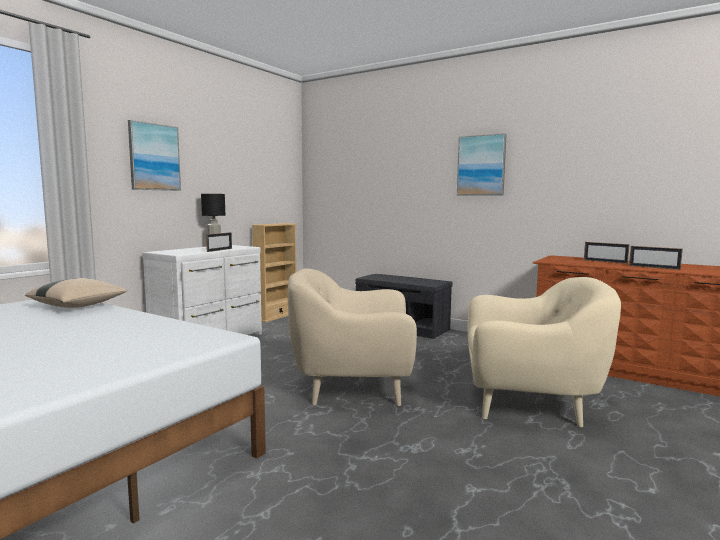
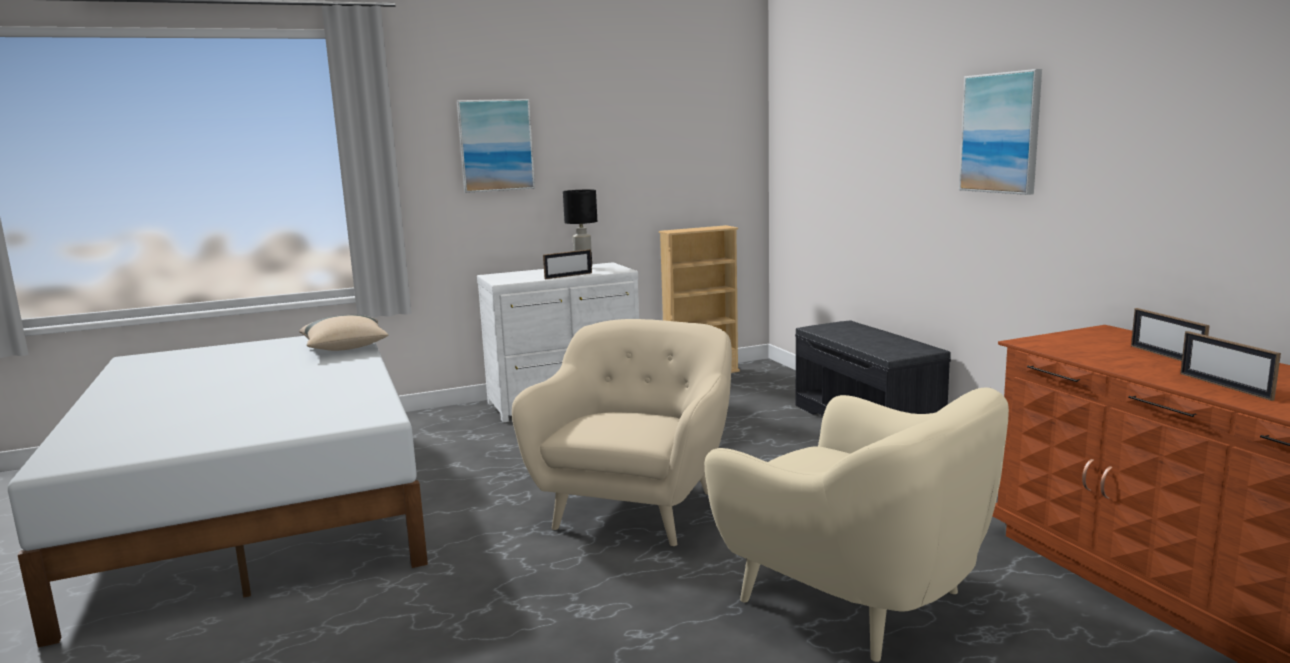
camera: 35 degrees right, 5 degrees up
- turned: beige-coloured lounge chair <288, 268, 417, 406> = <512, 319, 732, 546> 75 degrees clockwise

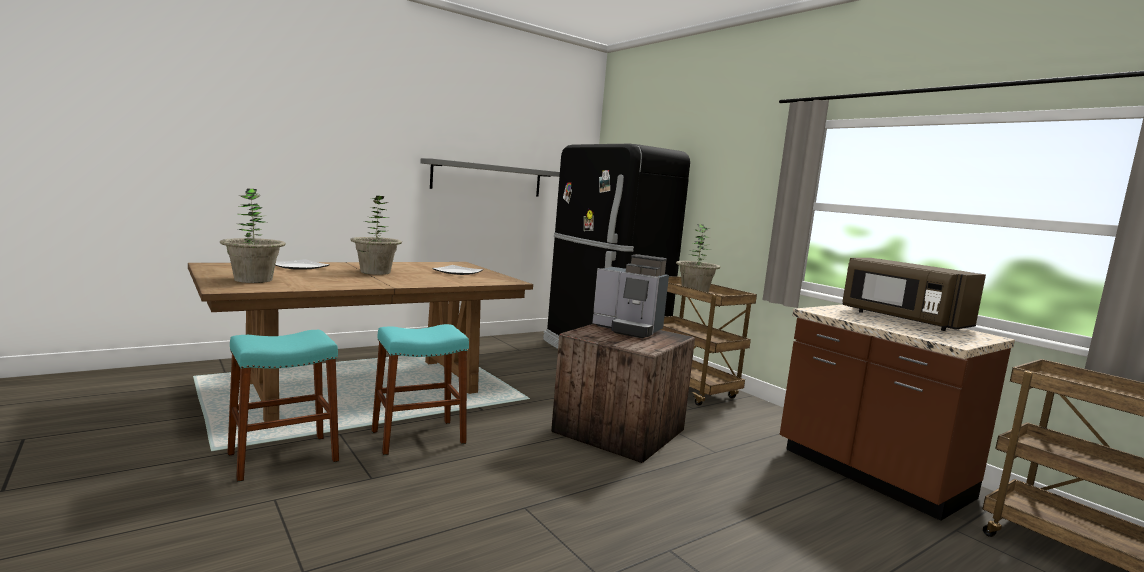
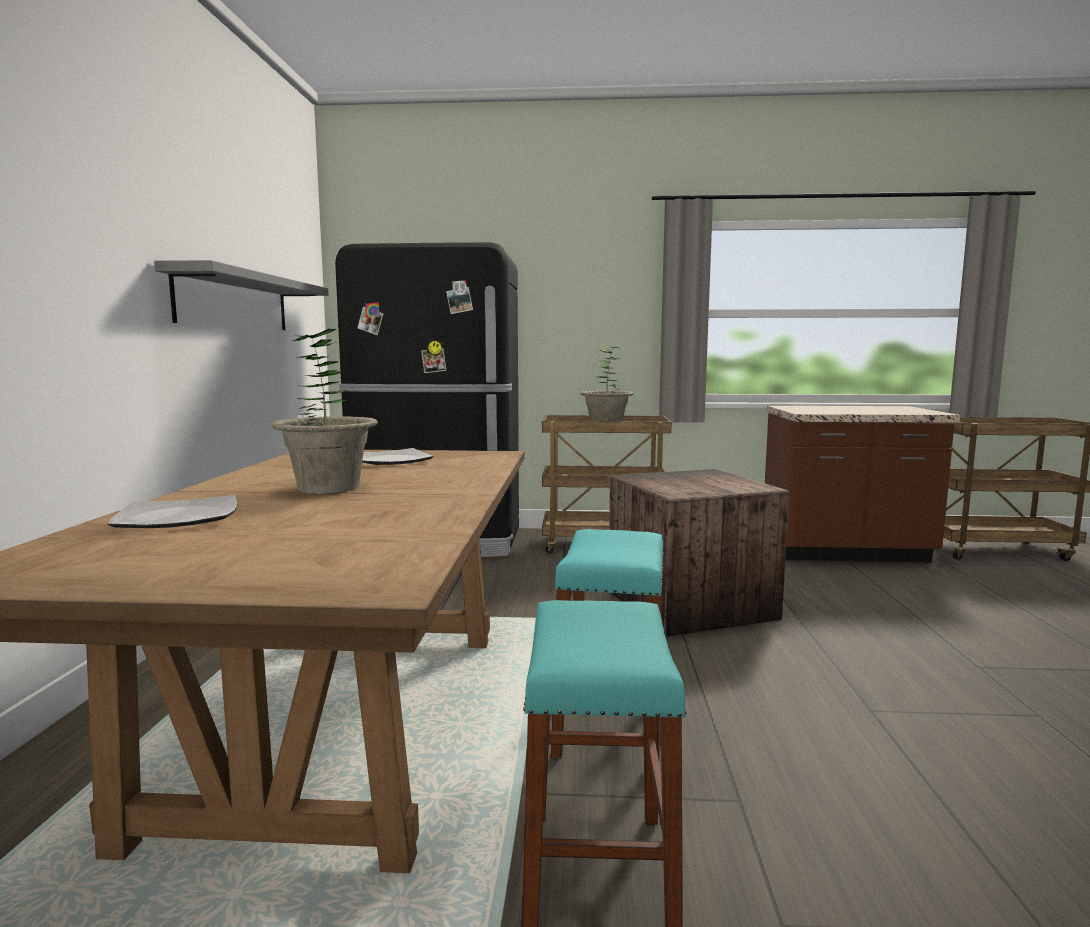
camera: 50 degrees left, 0 degrees up
- removed: potted plant <220, 189, 286, 283>
- removed: coffee maker <592, 254, 669, 339>
- removed: brown kitchen microwave <842, 258, 986, 331>

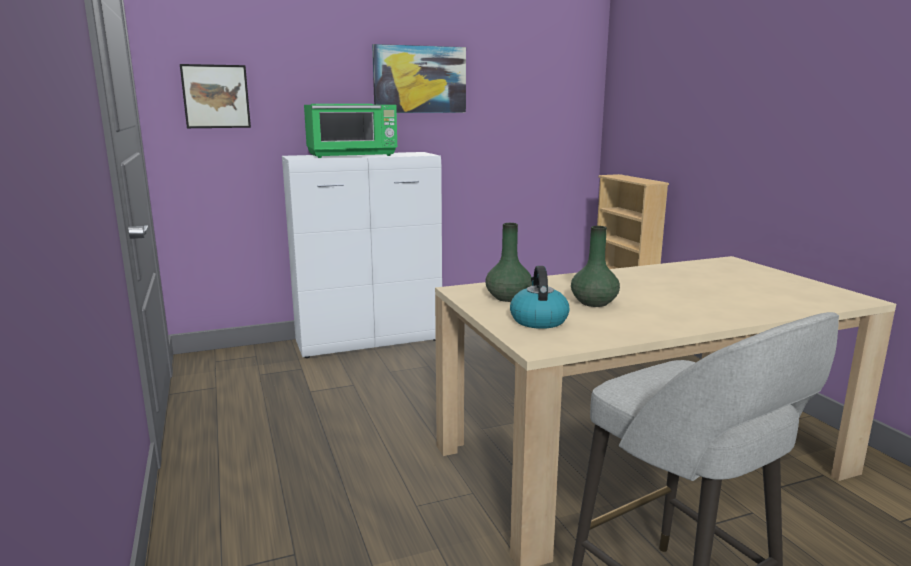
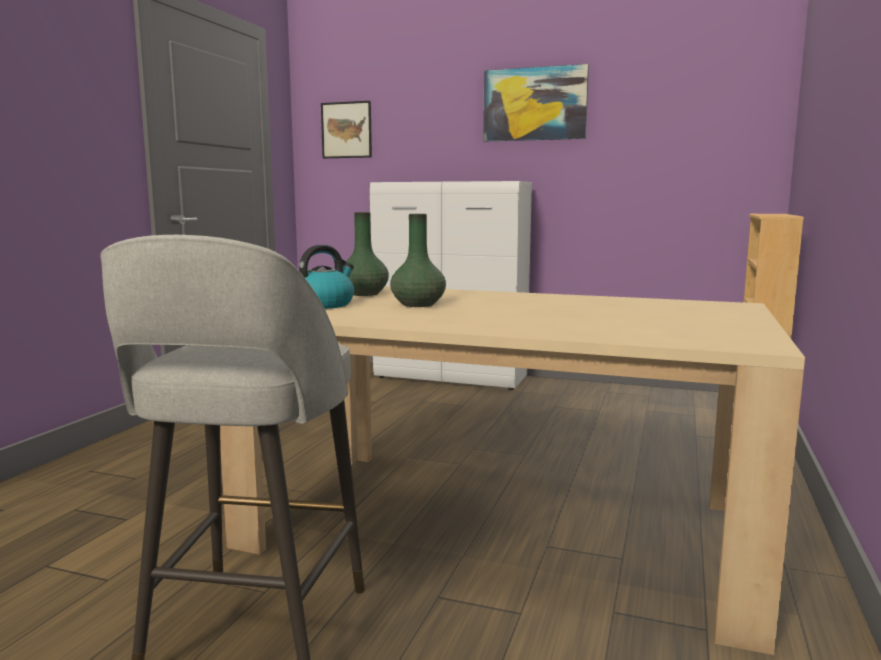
camera: 40 degrees right, 5 degrees down
- removed: greenish kitchen microwave <304, 104, 397, 158>

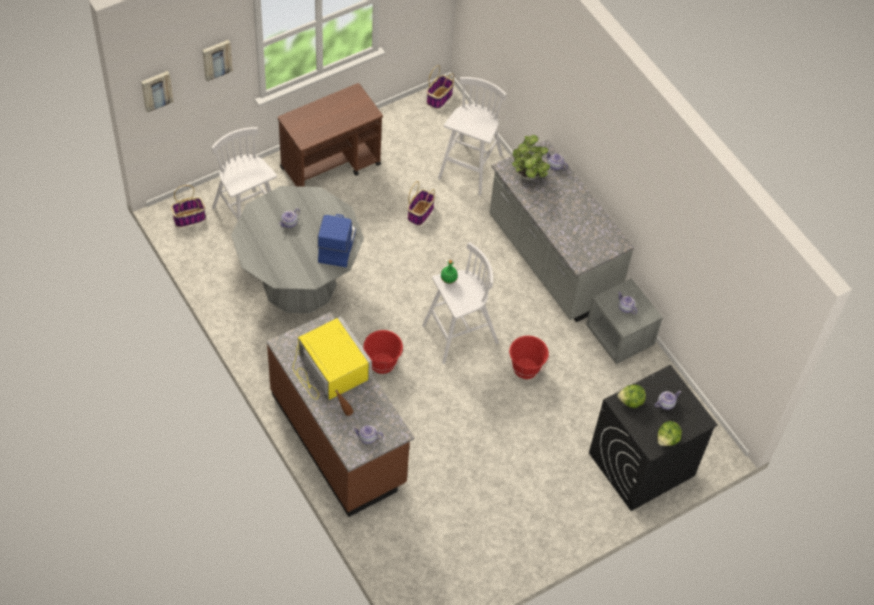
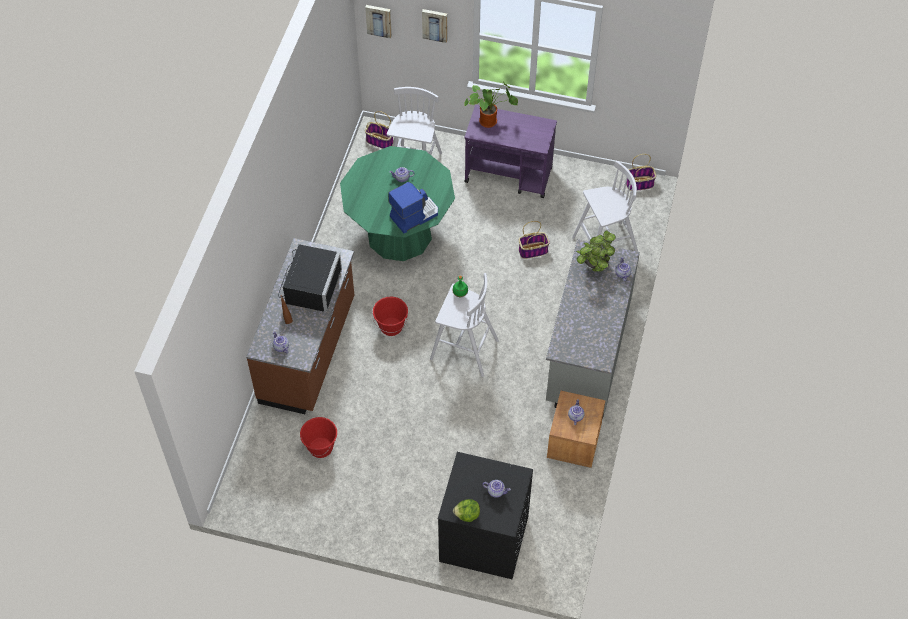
camera: 50 degrees right, 0 degrees up
- removed: head of lettuce <618, 385, 646, 408>
- added: potted plant <465, 81, 518, 128>
- moved: reddish water bucket <508, 336, 549, 379> to <300, 417, 337, 458>
- recoloured: greyish dining table <231, 186, 364, 313> to greenish dining table <340, 146, 455, 261>
- recoloured: brown cart <278, 83, 383, 187> to purple-coloured cart <465, 105, 557, 198>
- recoloured: yellow kitchen microwave <293, 316, 372, 400> to black-coloured kitchen microwave <279, 244, 342, 312>
- recoloured: greyish nightstand <586, 278, 663, 364> to brown nightstand <547, 391, 606, 468>

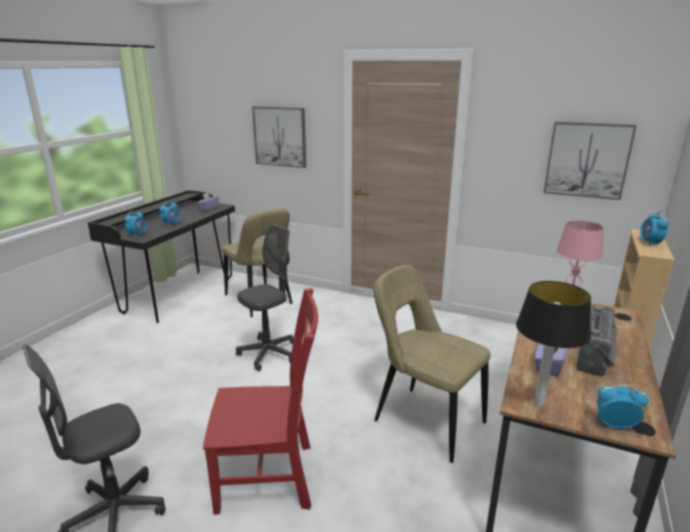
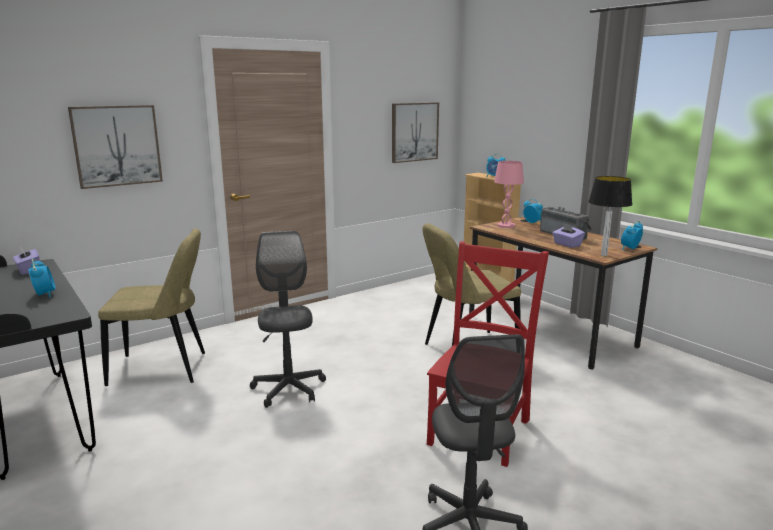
camera: 60 degrees left, 5 degrees down
- moved: bedside clock <125, 210, 147, 238> to <523, 199, 543, 223>

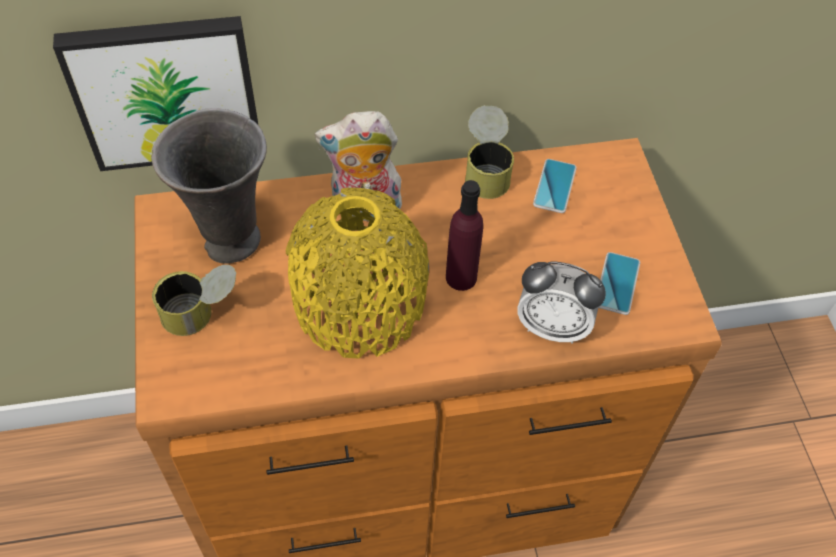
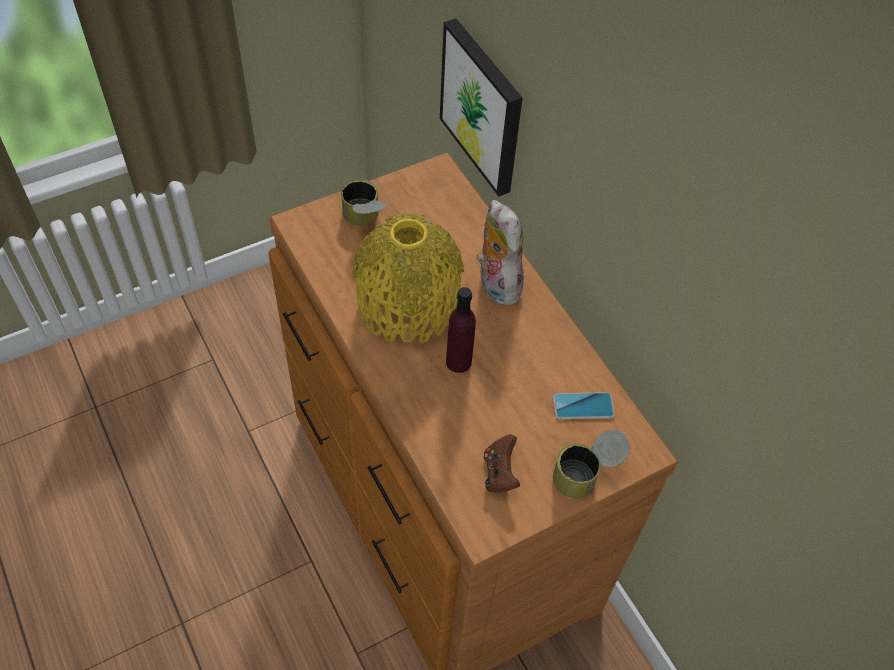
camera: 70 degrees right, 0 degrees up
- removed: greyish flower vase <151, 108, 267, 264>
- removed: bedside clock <517, 261, 606, 344>
- moved: metal can <465, 105, 514, 199> to <553, 430, 630, 498>
- replaced: telephone <598, 252, 640, 315> to brown joypad <484, 434, 520, 492>

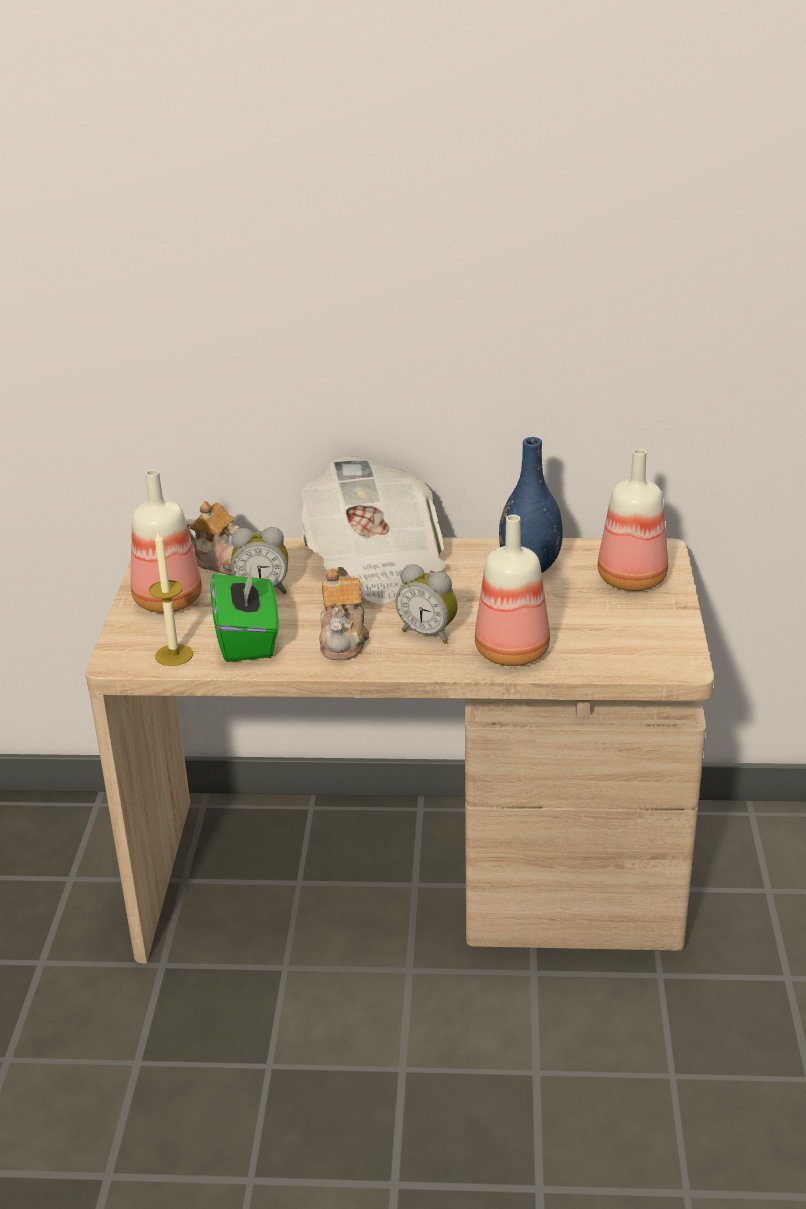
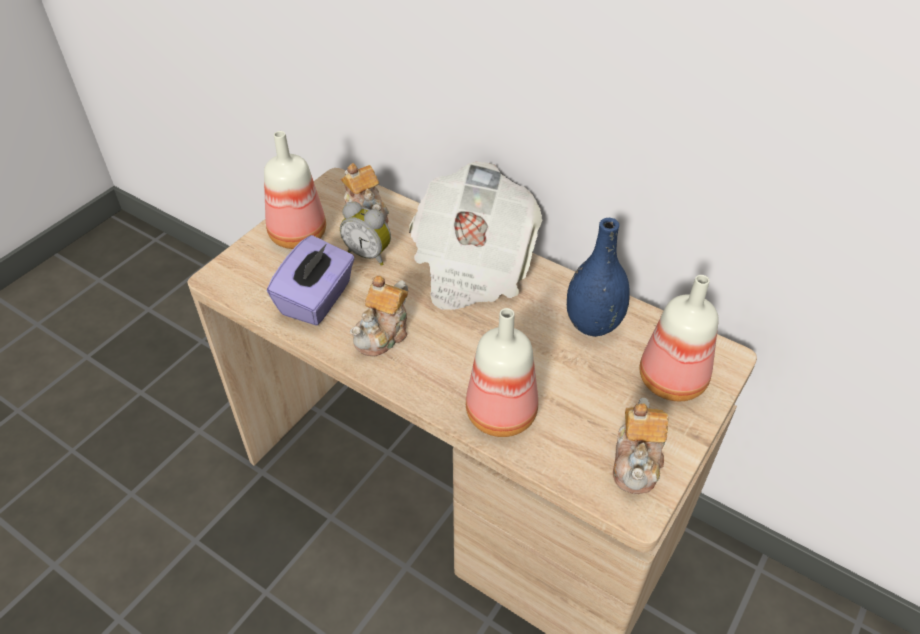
camera: 30 degrees right, 15 degrees up
- removed: candle <149, 532, 193, 666>
- removed: bedside clock <395, 564, 458, 644>
- added: pot for tea <613, 398, 668, 494>
- recoloured: greenish tissue box <210, 565, 279, 662> to purple-coloured tissue box <267, 235, 355, 326>

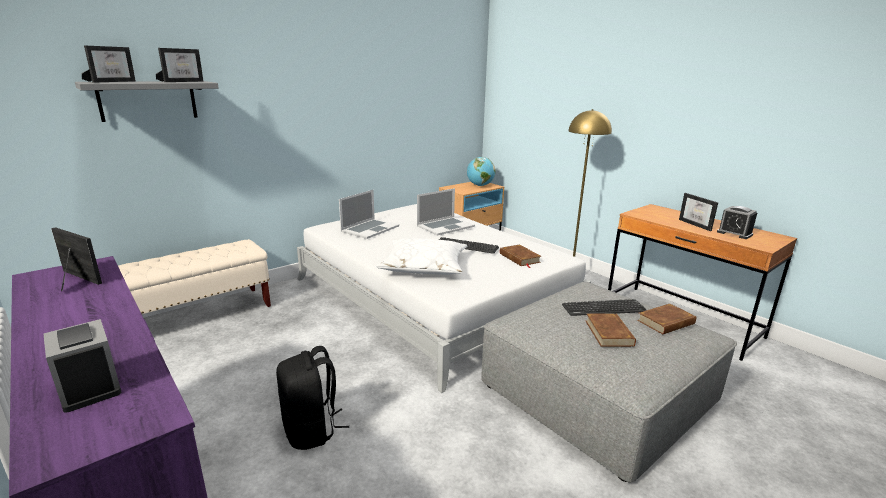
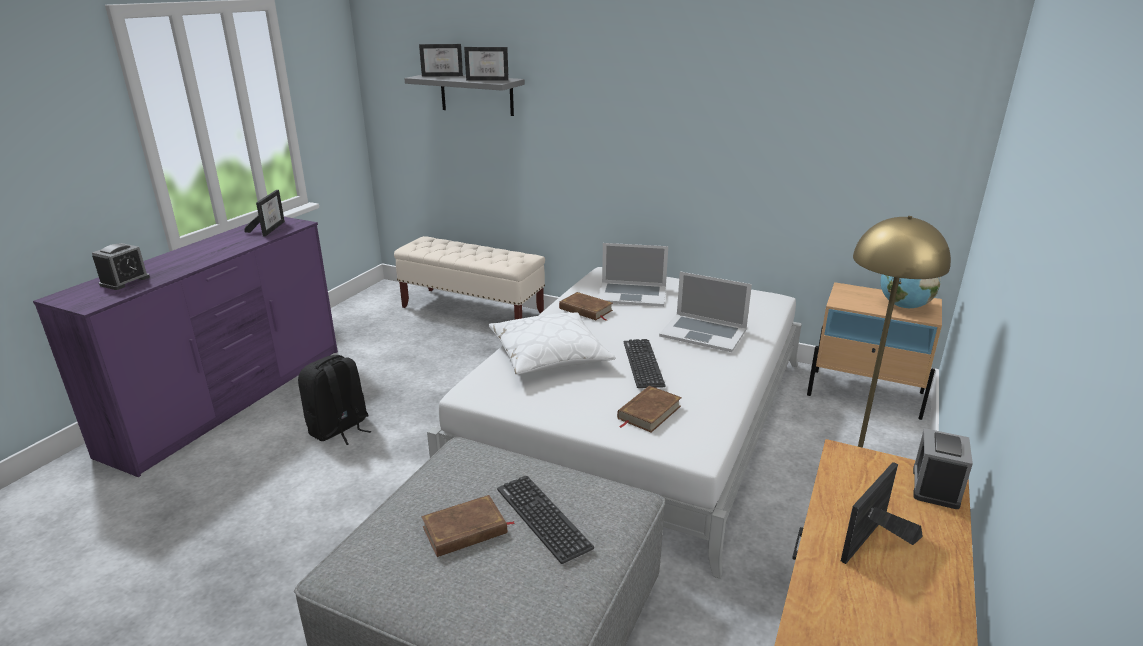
camera: 65 degrees right, 5 degrees up
- moved: brown book <637, 304, 696, 334> to <559, 292, 613, 320>
- moved: bedside clock <717, 206, 757, 239> to <913, 428, 973, 509>

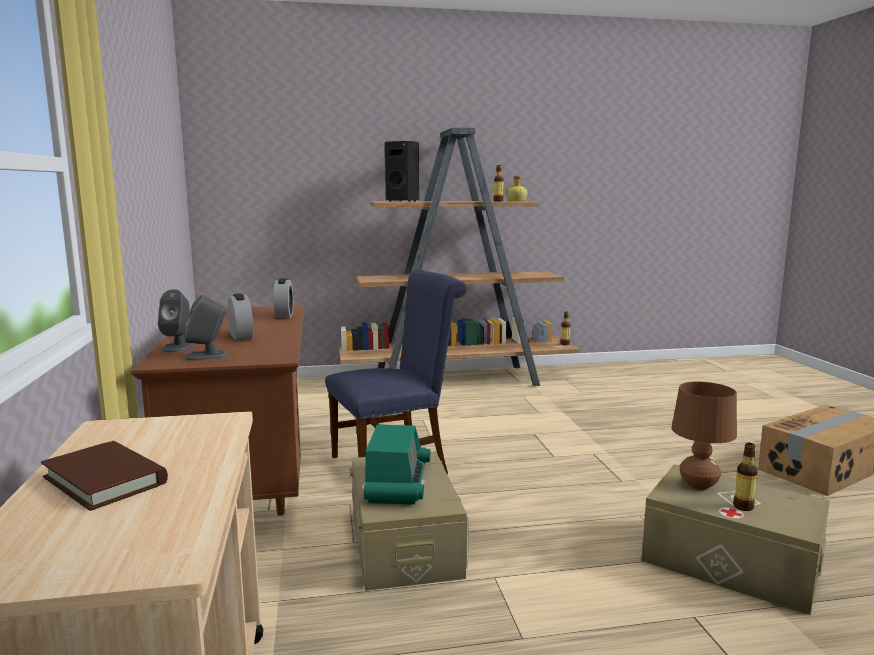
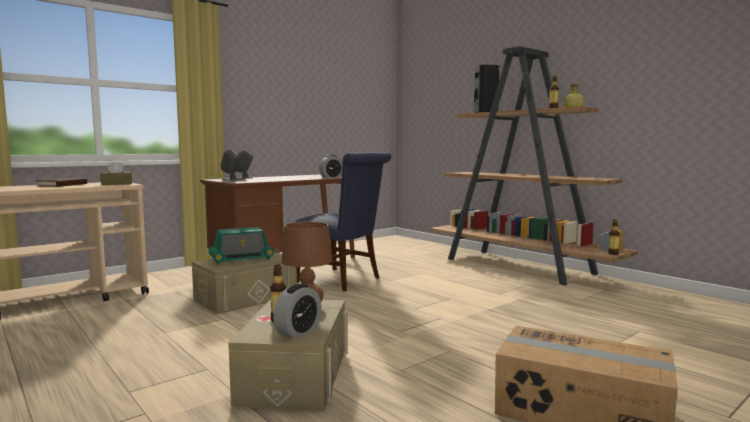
camera: 60 degrees right, 5 degrees down
- added: brown tissue box <100, 161, 132, 185>
- moved: bedside clock <228, 294, 253, 341> to <273, 284, 322, 338>

